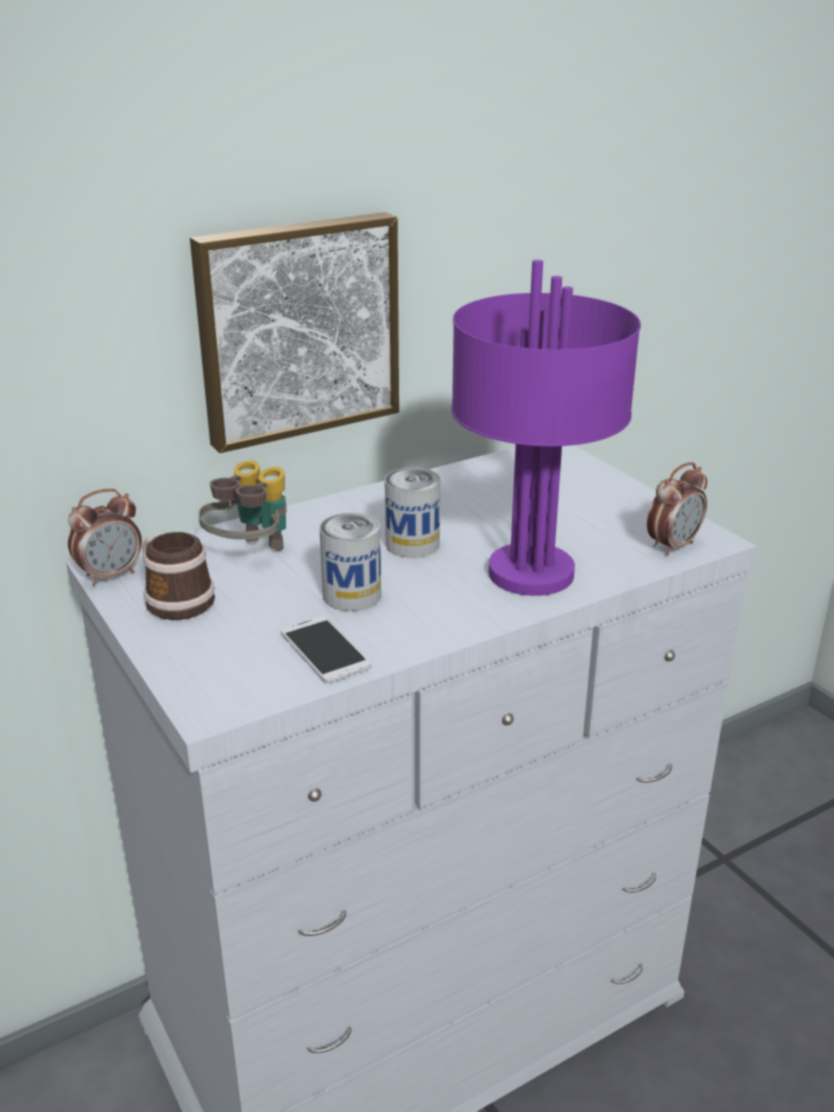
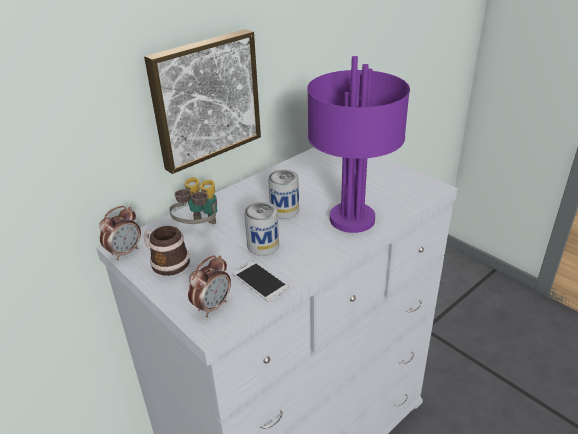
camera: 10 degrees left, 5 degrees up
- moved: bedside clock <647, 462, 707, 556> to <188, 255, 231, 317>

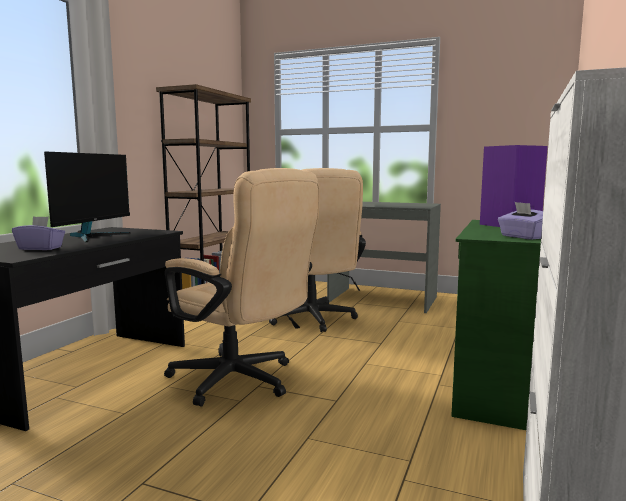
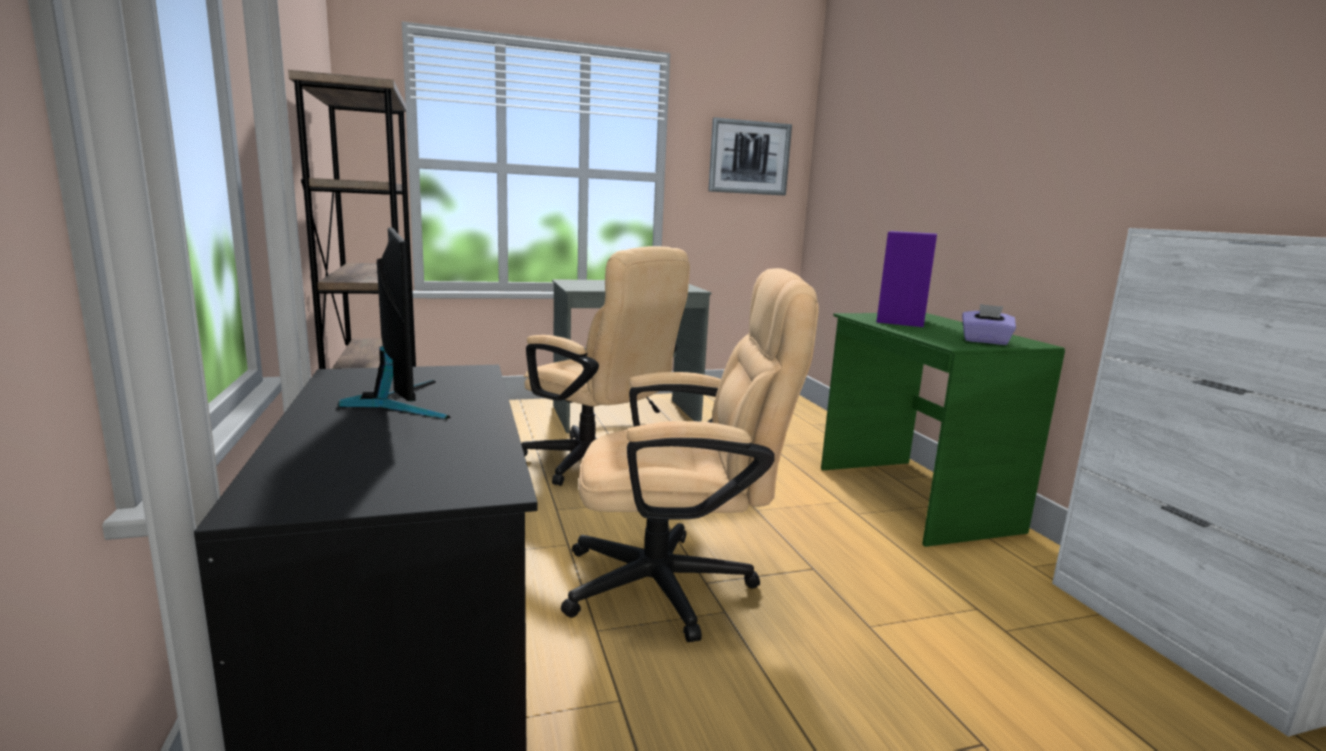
camera: 40 degrees left, 5 degrees up
- removed: purple-coloured tissue box <12, 216, 65, 250>
- added: picture <708, 117, 792, 196>

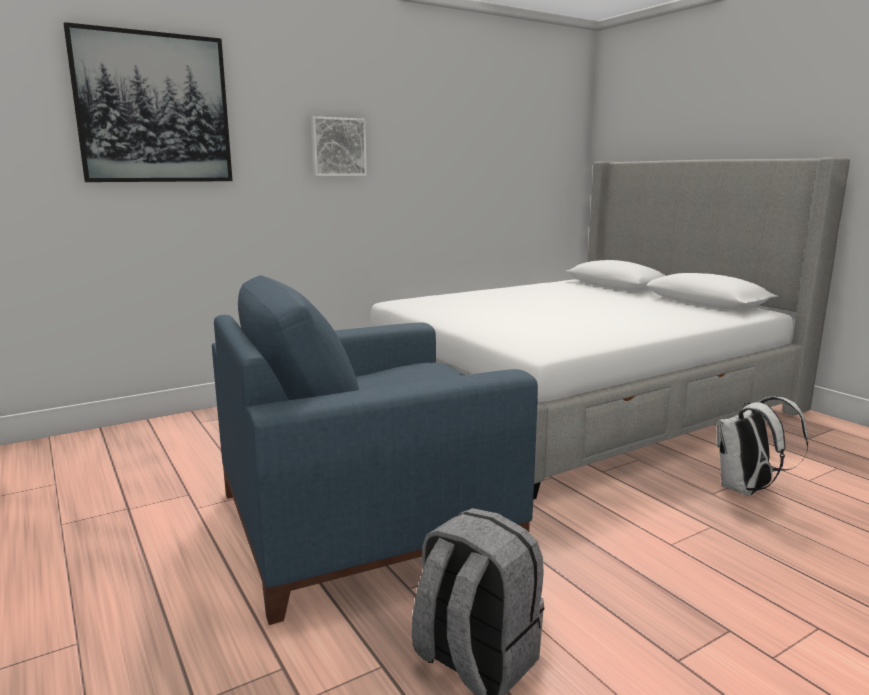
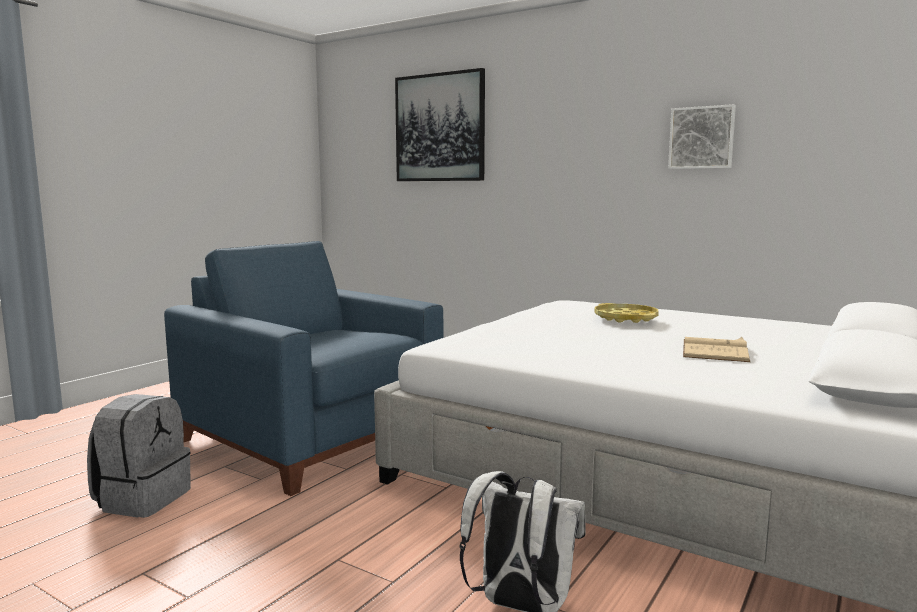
camera: 65 degrees right, 5 degrees down
- added: yellow serving tray <594, 303, 659, 323>
- added: beige-coloured book <683, 337, 750, 362>
- moved: picture <311, 116, 367, 176> to <668, 104, 736, 169>

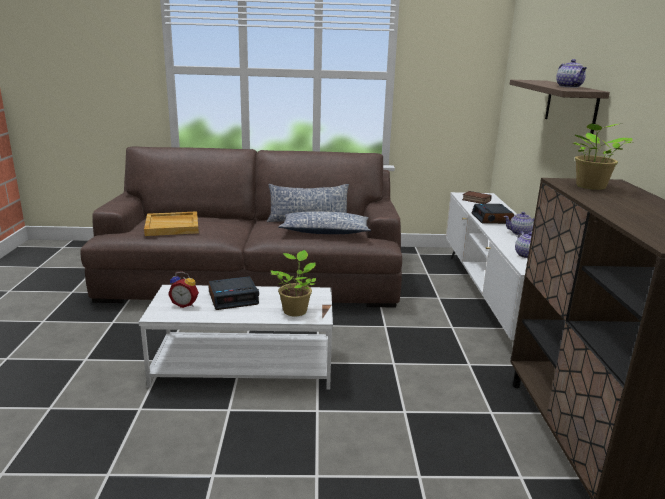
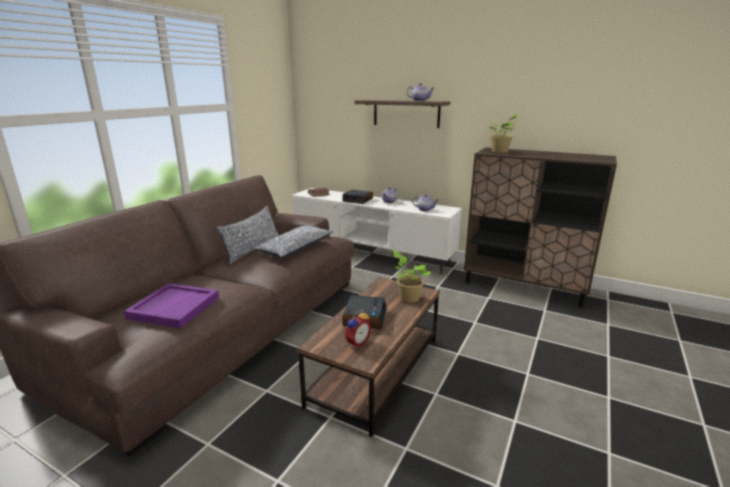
camera: 60 degrees left, 0 degrees up
- recoloured: white low table <139, 285, 333, 390> to brown low table <296, 277, 440, 437>
- recoloured: beige-coloured serving tray <144, 211, 199, 236> to purple-coloured serving tray <124, 283, 219, 328>

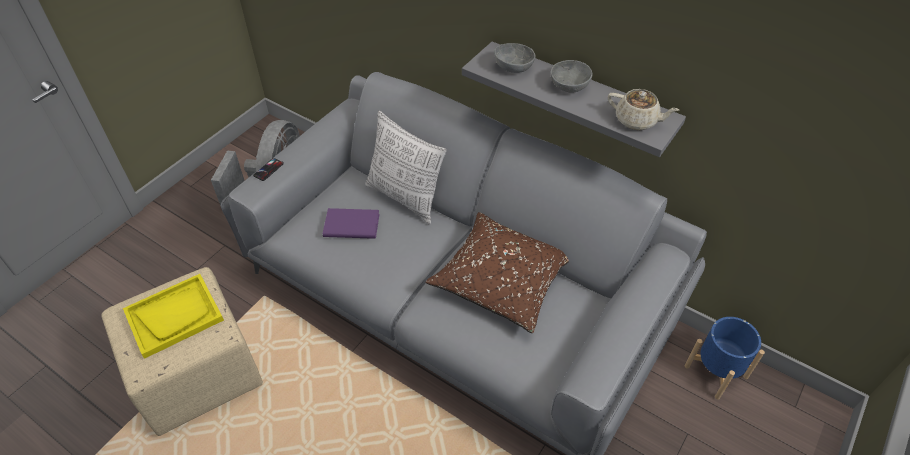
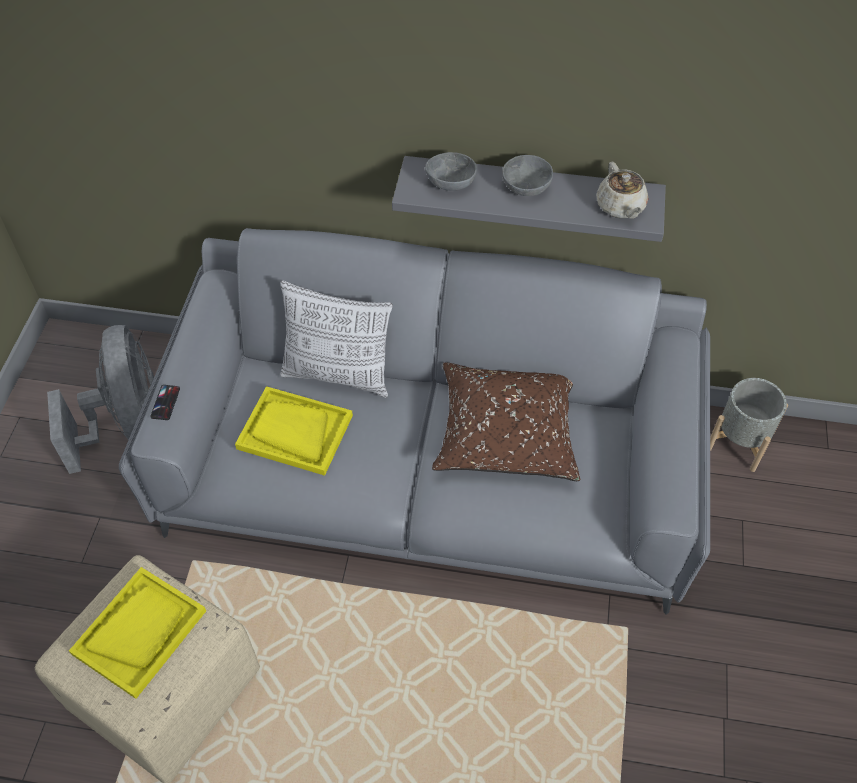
camera: 25 degrees left, 5 degrees up
- replaced: purple-coloured book <323, 208, 380, 239> to yellow serving tray <235, 386, 353, 476>
- recoloured: blue-coloured plant pot <685, 317, 765, 399> to greyish plant pot <710, 378, 788, 472>
- turned: beige-coloured pot for tea <608, 89, 679, 130> = <596, 162, 648, 219> 75 degrees clockwise

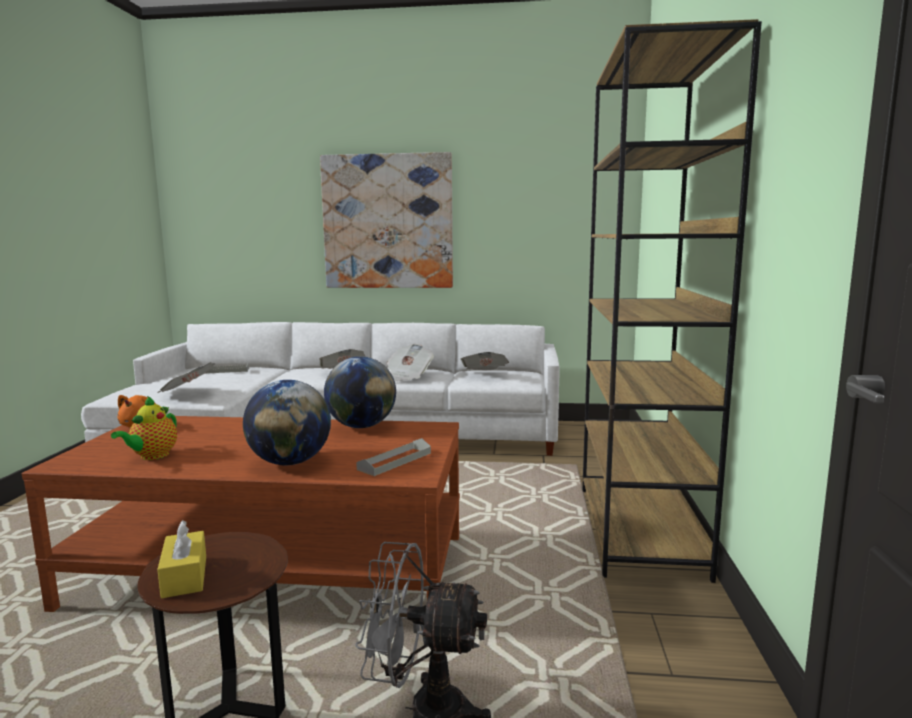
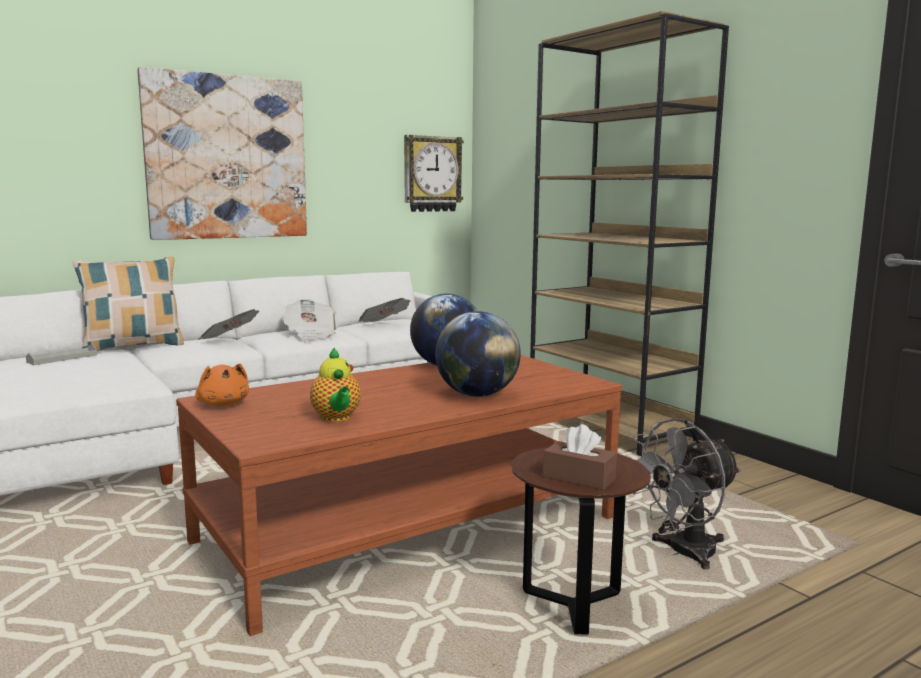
camera: 40 degrees left, 0 degrees up
- removed: printed paper <157, 362, 215, 393>
- removed: greyish serving tray <356, 438, 431, 476>
- added: throw pillow <73, 257, 184, 351>
- added: wall clock <404, 135, 464, 212>
- recoloured: yellow tissue box <157, 520, 206, 598> to brown tissue box <543, 424, 617, 490>

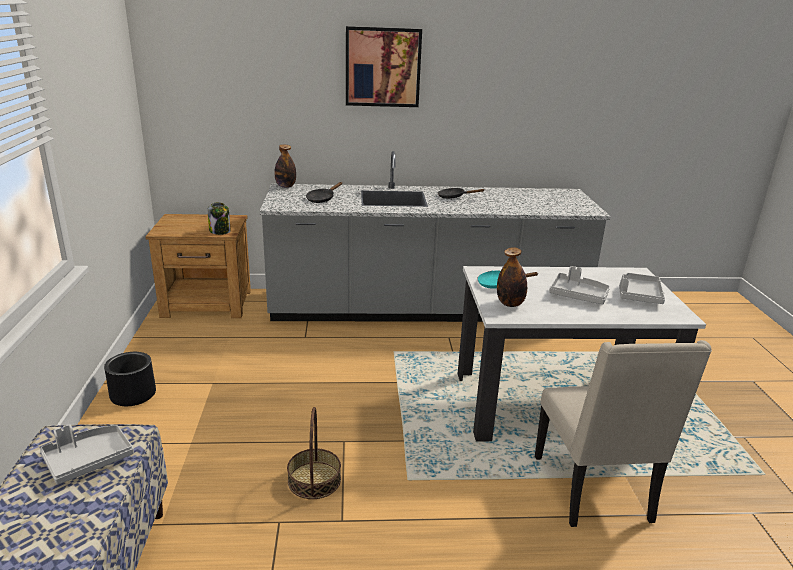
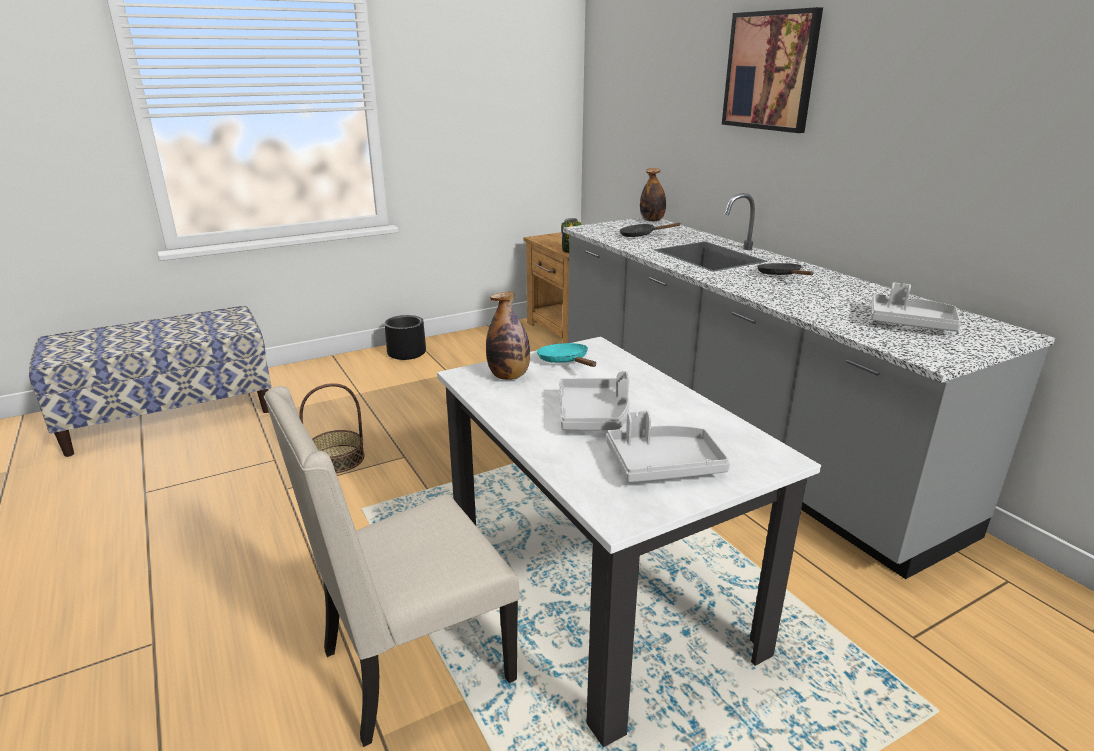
camera: 65 degrees right, 0 degrees up
- moved: greyish serving tray <40, 424, 134, 484> to <871, 283, 961, 331>

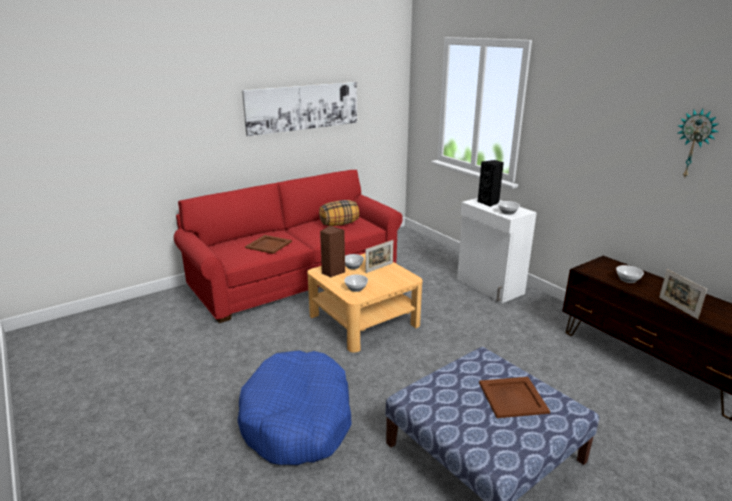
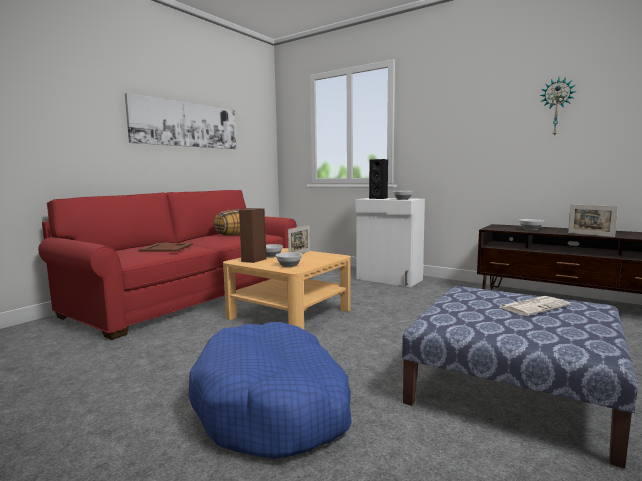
camera: 20 degrees left, 15 degrees down
- replaced: brown serving tray <479, 377, 550, 418> to printed paper <499, 296, 570, 316>

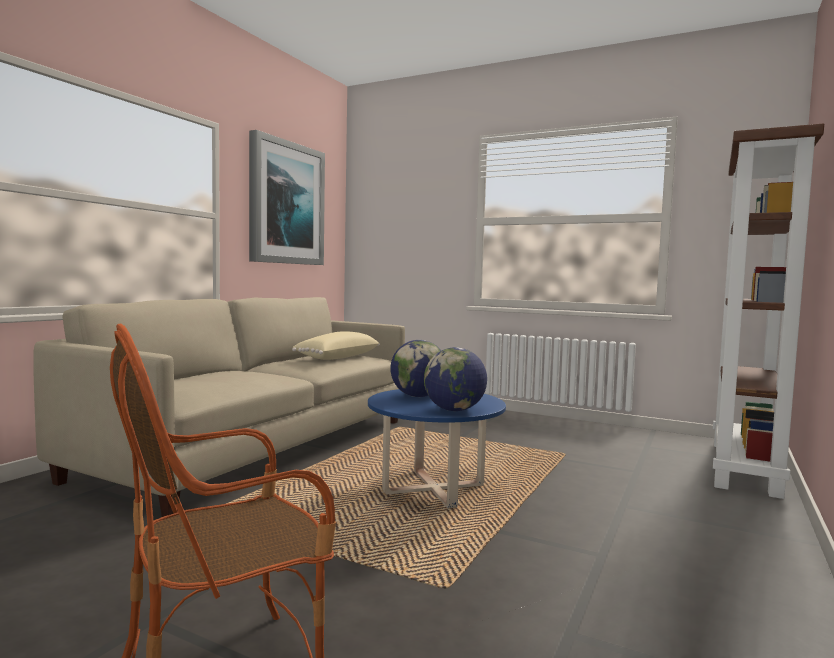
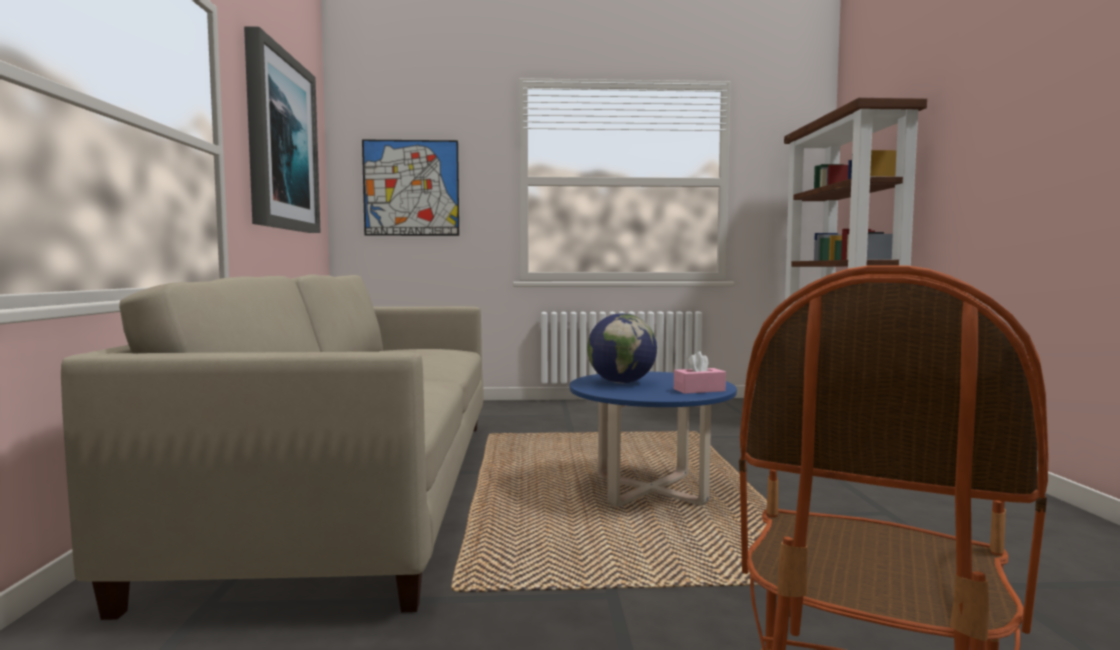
camera: 30 degrees left, 0 degrees up
- removed: beige-coloured throw pillow <292, 331, 379, 360>
- added: picture <362, 140, 459, 236>
- replaced: globe <424, 347, 487, 411> to pink-coloured tissue box <674, 351, 726, 394>

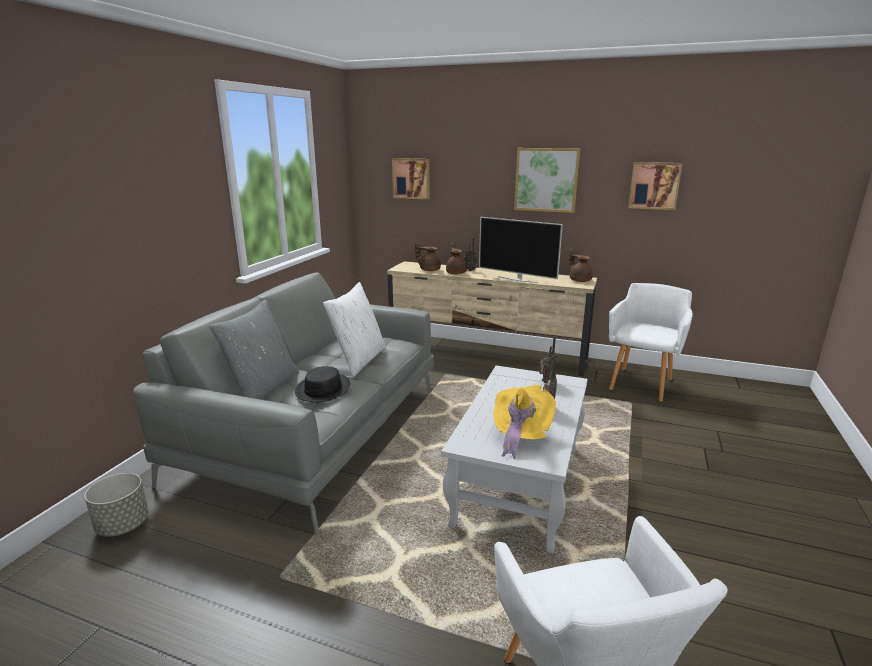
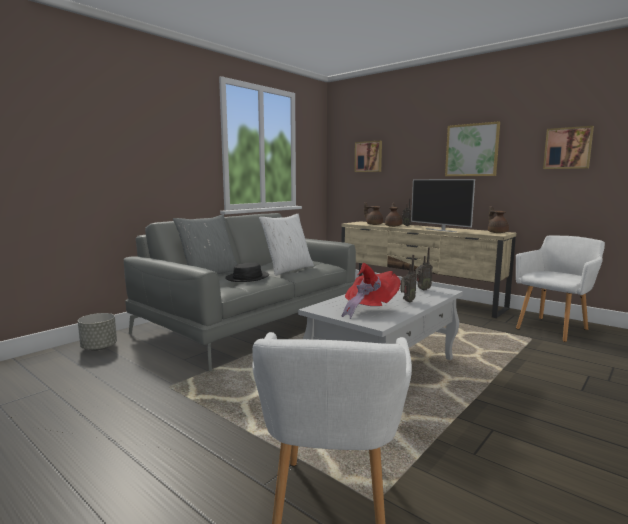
camera: 20 degrees right, 10 degrees down
- recoloured: yellow clothing hat <493, 385, 556, 459> to reddish clothing hat <342, 263, 401, 319>

